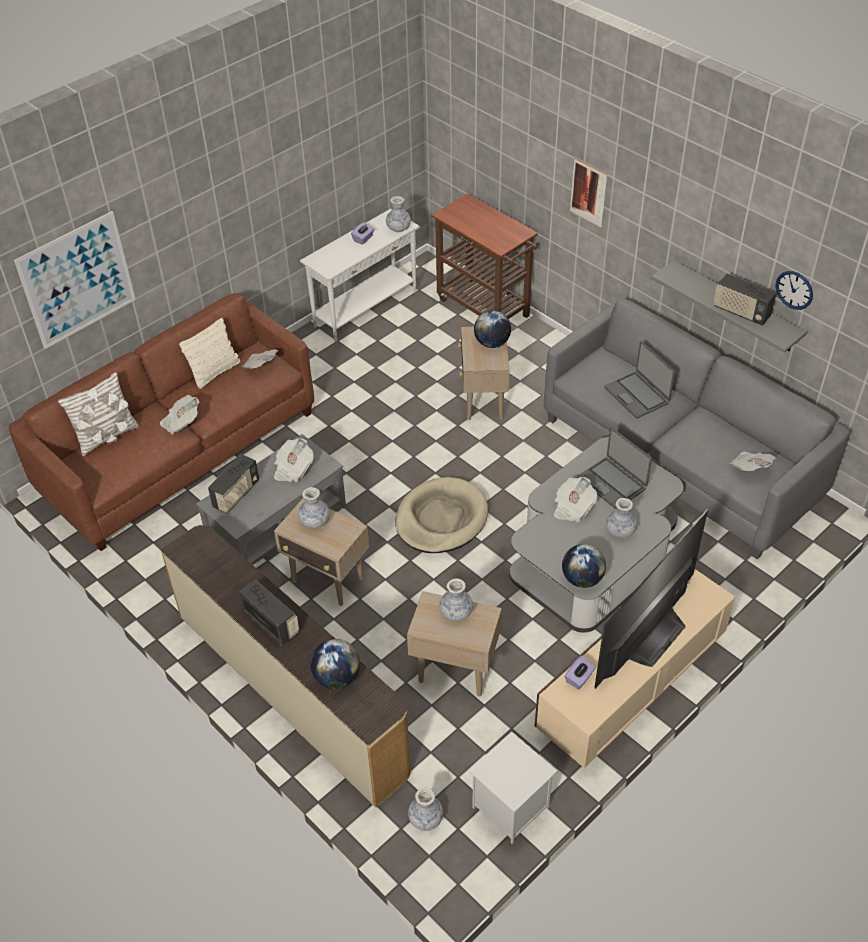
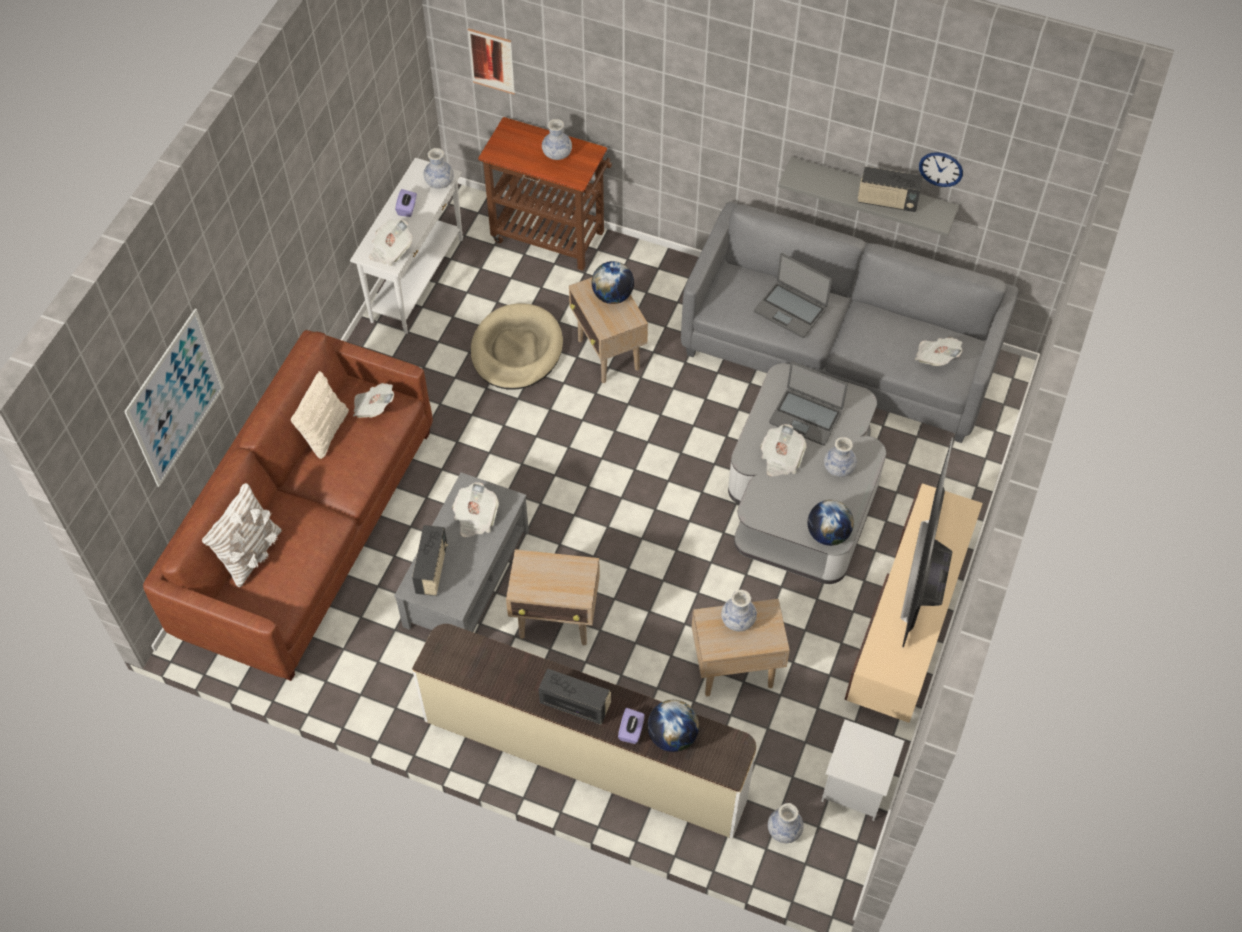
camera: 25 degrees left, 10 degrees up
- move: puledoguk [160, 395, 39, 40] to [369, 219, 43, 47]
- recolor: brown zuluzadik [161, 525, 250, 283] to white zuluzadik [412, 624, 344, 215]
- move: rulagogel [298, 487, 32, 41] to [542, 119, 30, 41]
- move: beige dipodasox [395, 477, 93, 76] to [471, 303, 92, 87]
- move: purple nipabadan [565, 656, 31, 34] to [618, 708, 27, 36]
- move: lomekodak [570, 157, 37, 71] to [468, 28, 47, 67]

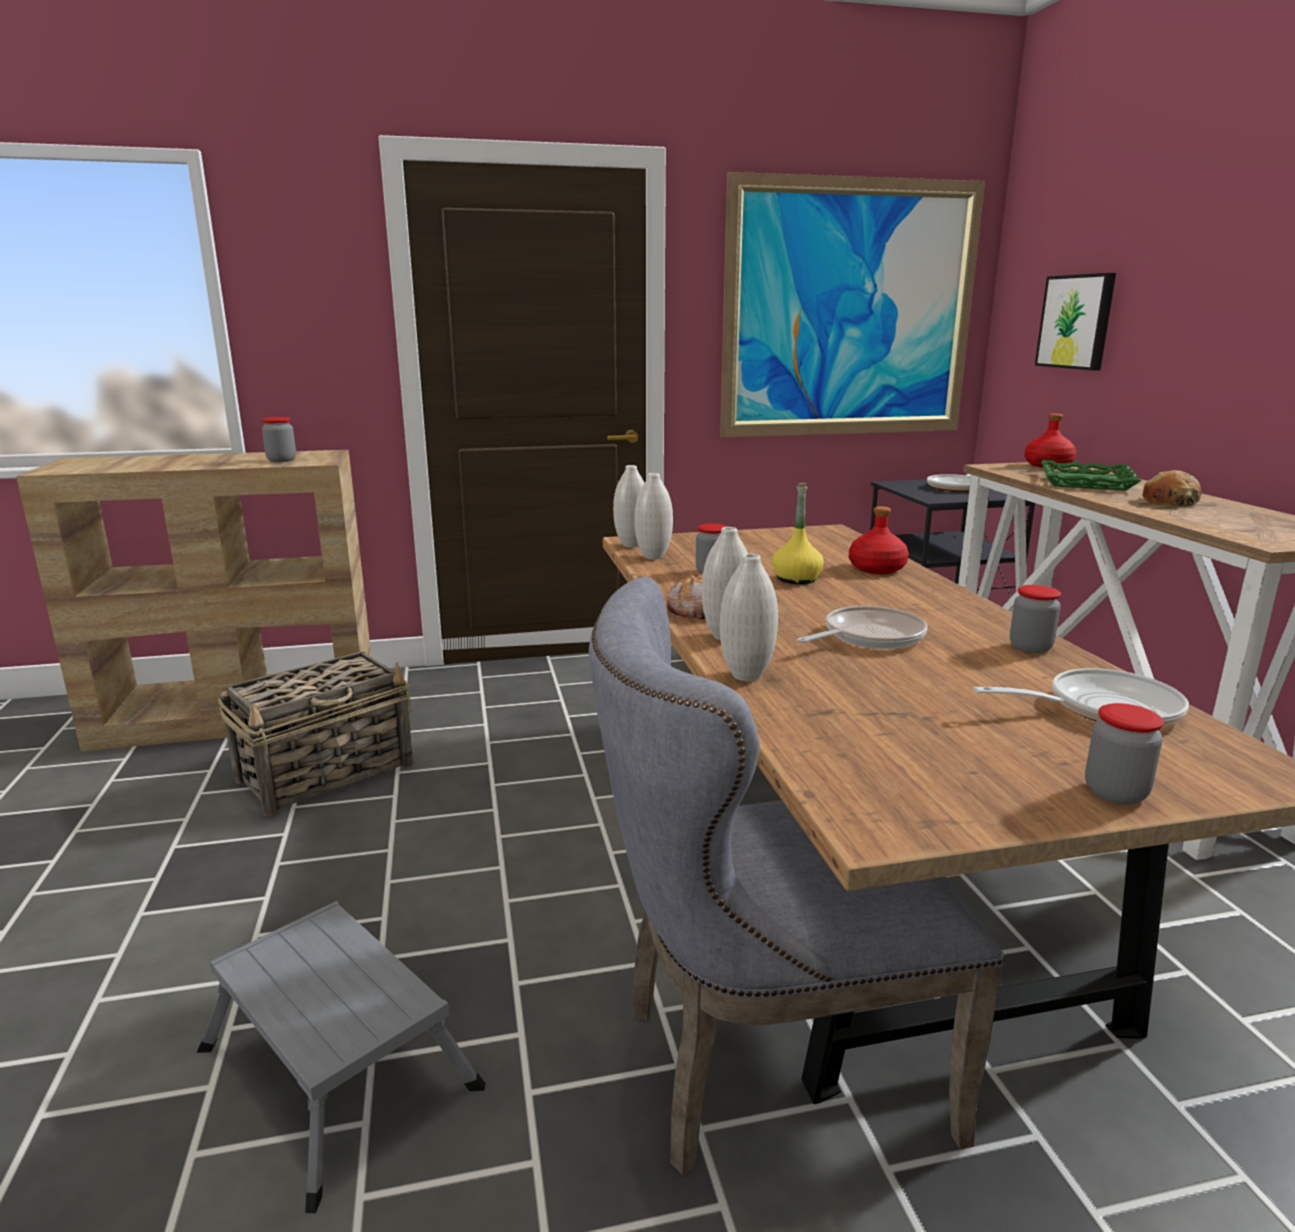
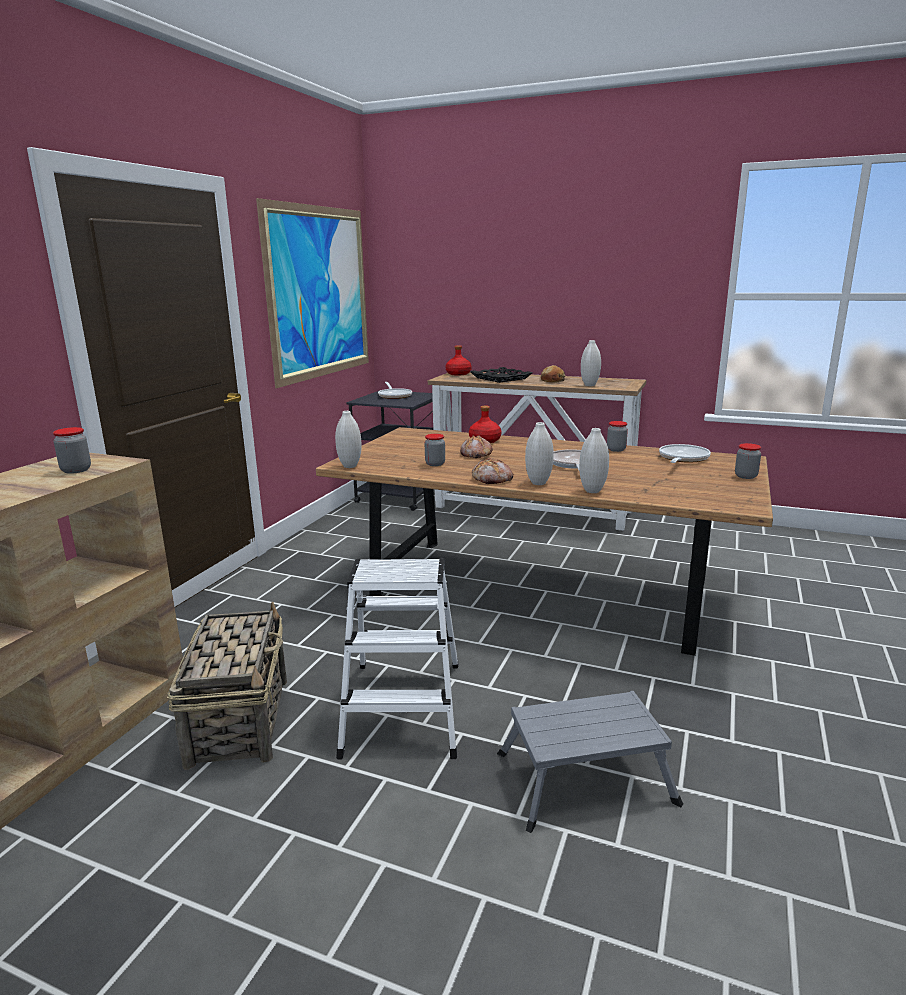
camera: 55 degrees left, 0 degrees up
- delete: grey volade [589, 577, 416, 599]
- move: white rulagogel [635, 473, 38, 86] to [581, 340, 20, 46]
- replace: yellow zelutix [772, 483, 52, 101] to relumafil [460, 435, 32, 23]
- delete: lomekodak [1035, 273, 81, 97]
- recolor: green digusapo [1041, 460, 101, 31] to black digusapo [470, 367, 62, 16]
- insert: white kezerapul [336, 558, 123, 201]

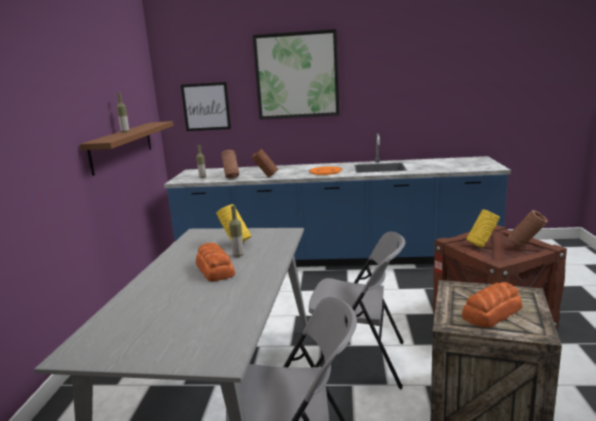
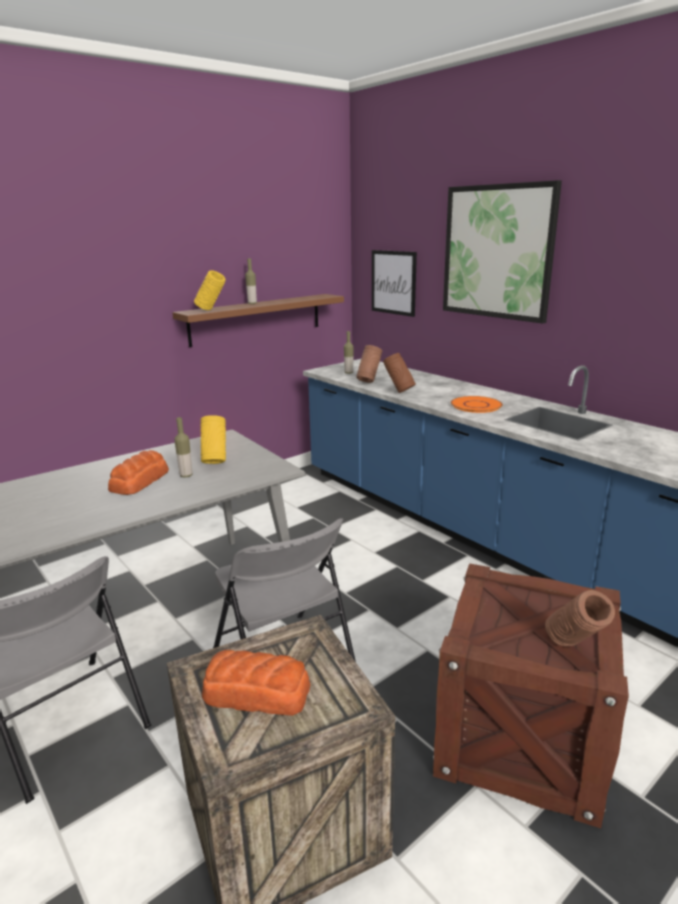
camera: 45 degrees right, 5 degrees up
- move: yellow rulagogel [466, 209, 34, 39] to [194, 270, 32, 40]

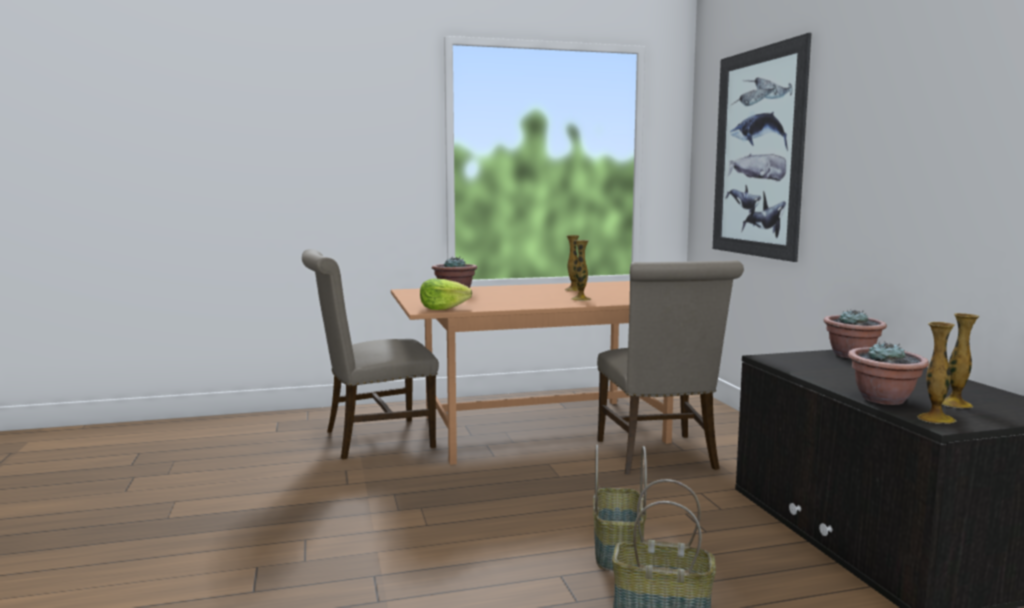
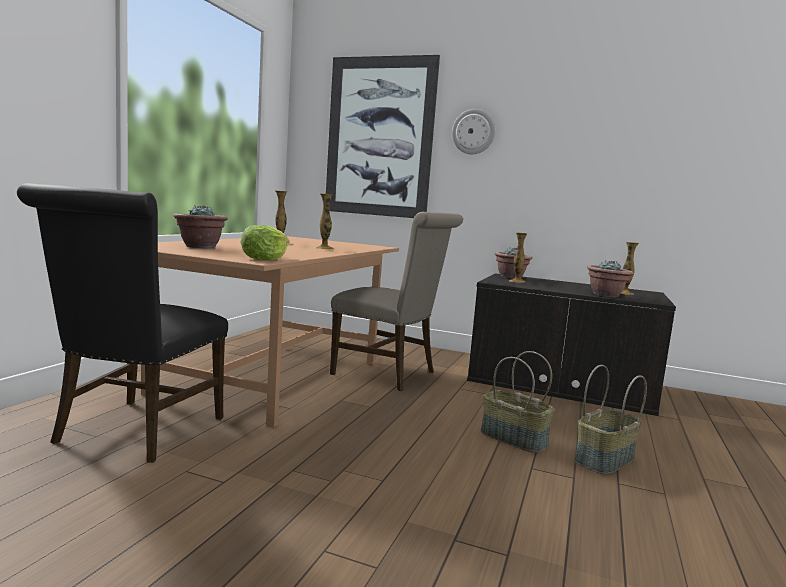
camera: 55 degrees left, 0 degrees up
- recolor: beige volade [302, 249, 137, 210] to black volade [17, 183, 211, 280]
- move: rulagogel [917, 322, 39, 102] to [509, 232, 19, 51]
- insert: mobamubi [452, 109, 43, 45]

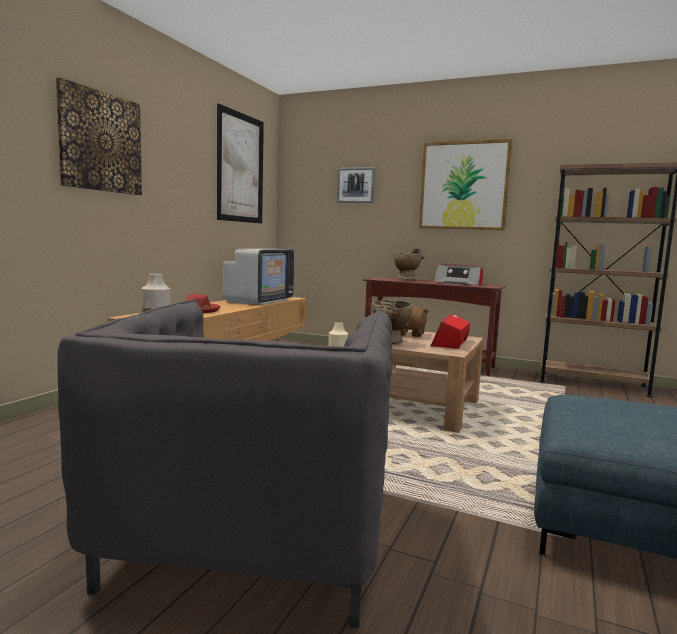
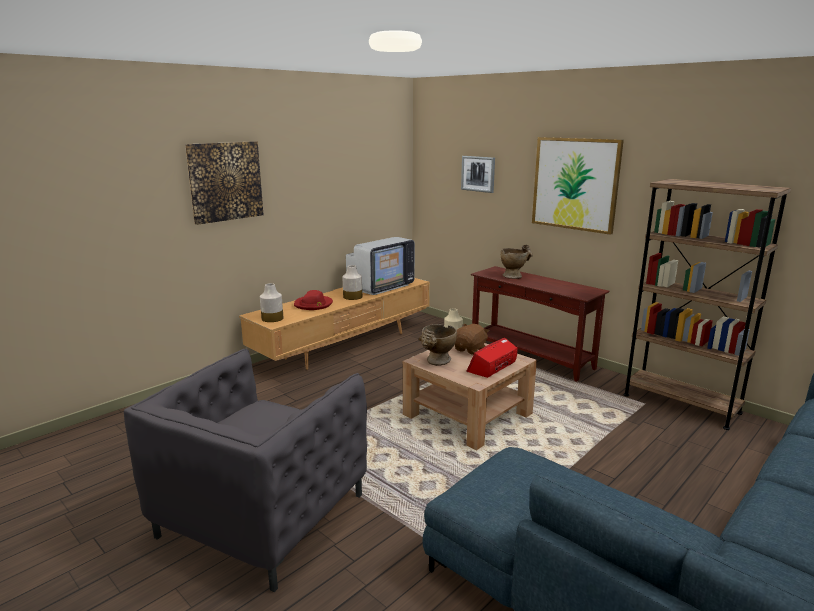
camera: 20 degrees right, 10 degrees up
- delete: lomekodak [217, 103, 47, 120]
- delete: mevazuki [434, 264, 49, 21]
- insert: beige rulagogel [342, 265, 20, 35]

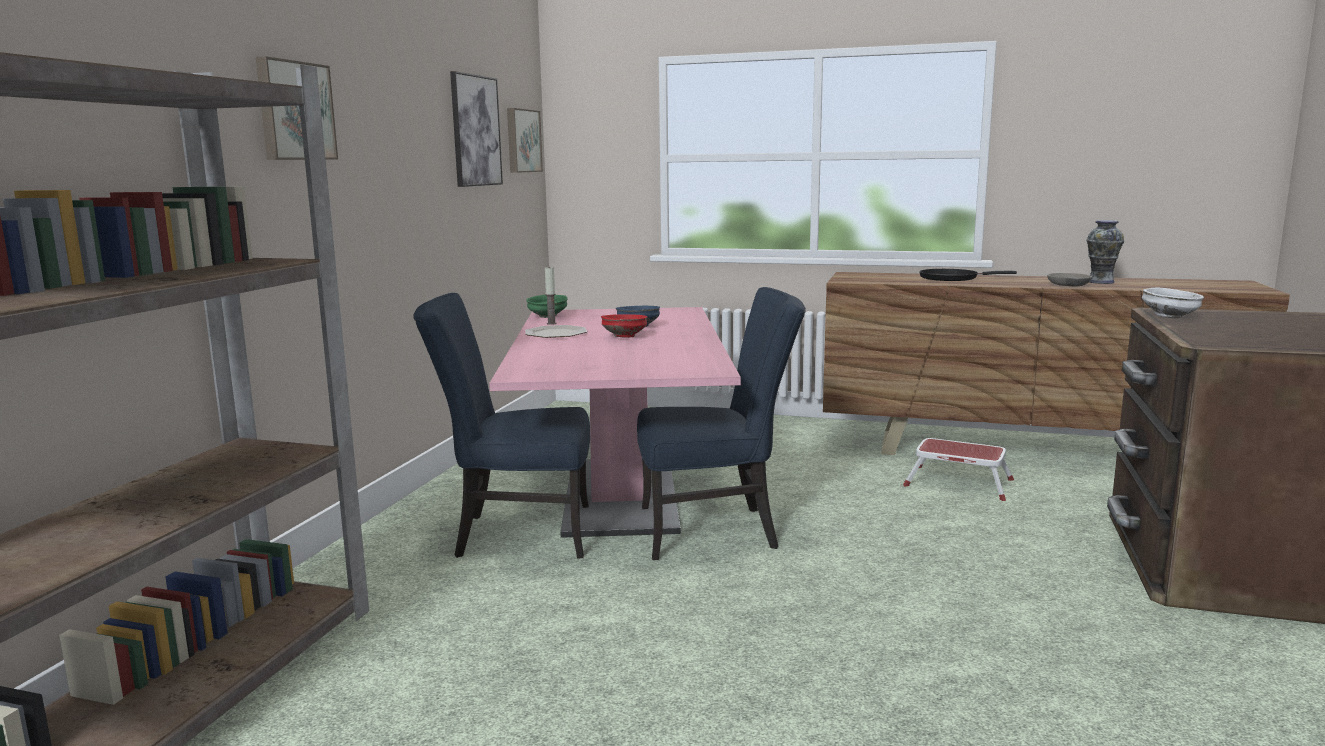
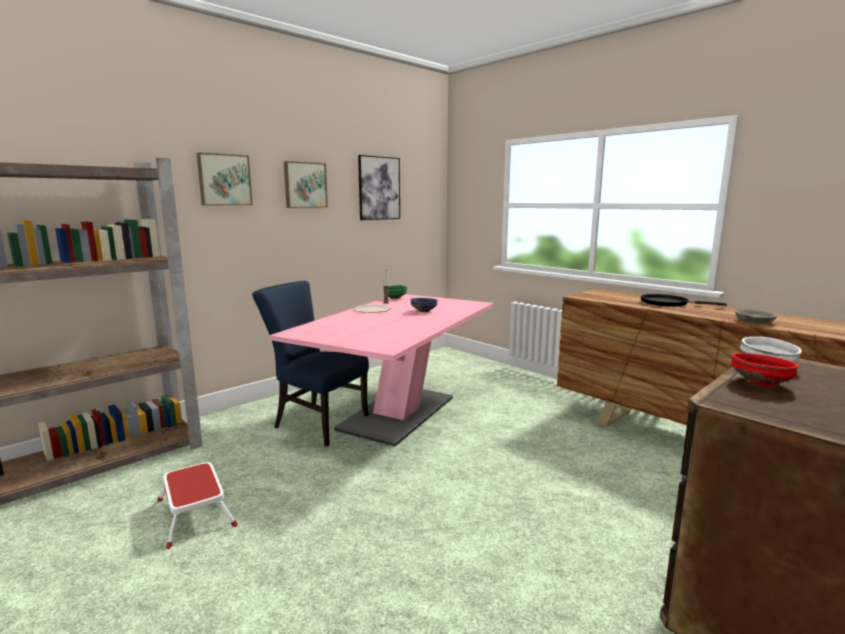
camera: 30 degrees right, 0 degrees up
- move: lomekodak [507, 108, 36, 65] to [284, 161, 44, 47]
- move: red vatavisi [601, 314, 46, 24] to [731, 353, 68, 34]
- delete: blue volade [637, 287, 169, 273]
- move: red kezerapul [903, 438, 111, 63] to [157, 462, 81, 87]
- delete: rulagogel [1086, 220, 38, 64]

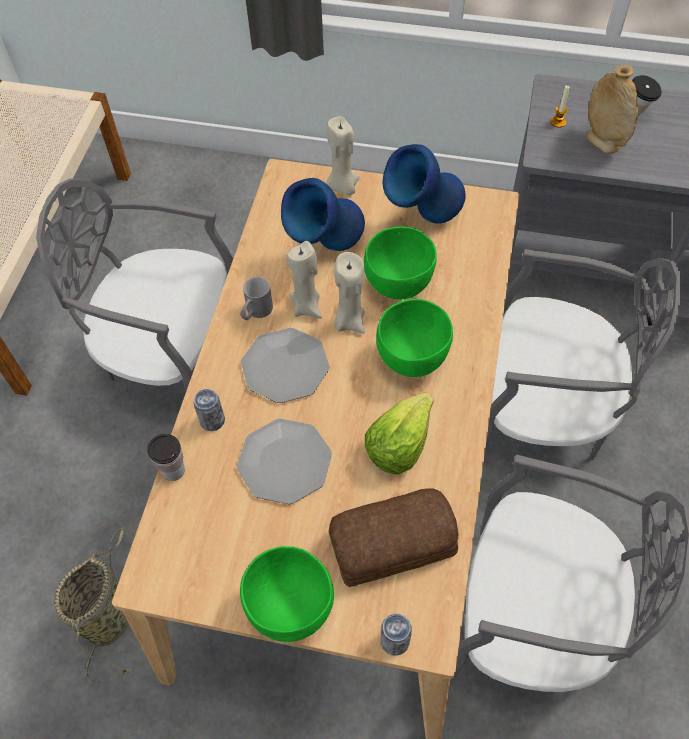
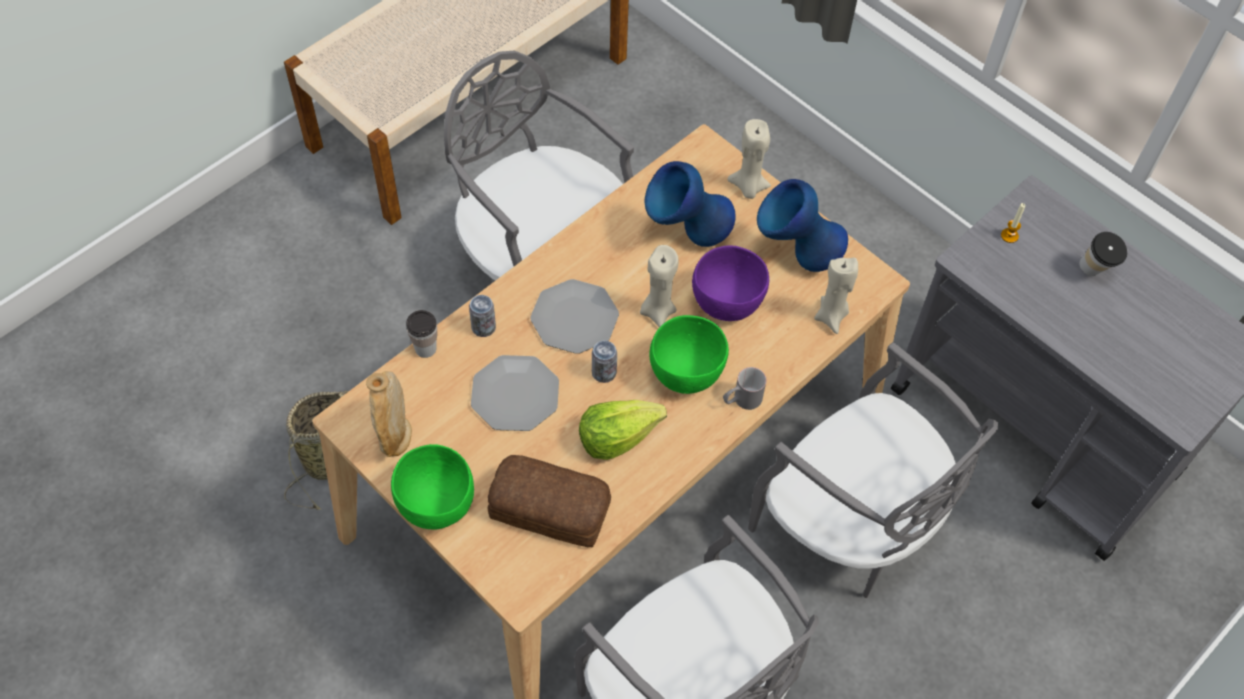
camera: 30 degrees right, 0 degrees up
- move: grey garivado [240, 277, 33, 43] to [723, 367, 43, 43]
- move: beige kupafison [287, 241, 35, 78] to [814, 258, 44, 76]
- recolor: green vatavisi [364, 226, 73, 74] to purple vatavisi [692, 245, 77, 76]
- move: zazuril [380, 613, 32, 43] to [592, 340, 25, 43]
- move: beige rulagogel [587, 65, 51, 89] to [366, 371, 46, 86]

